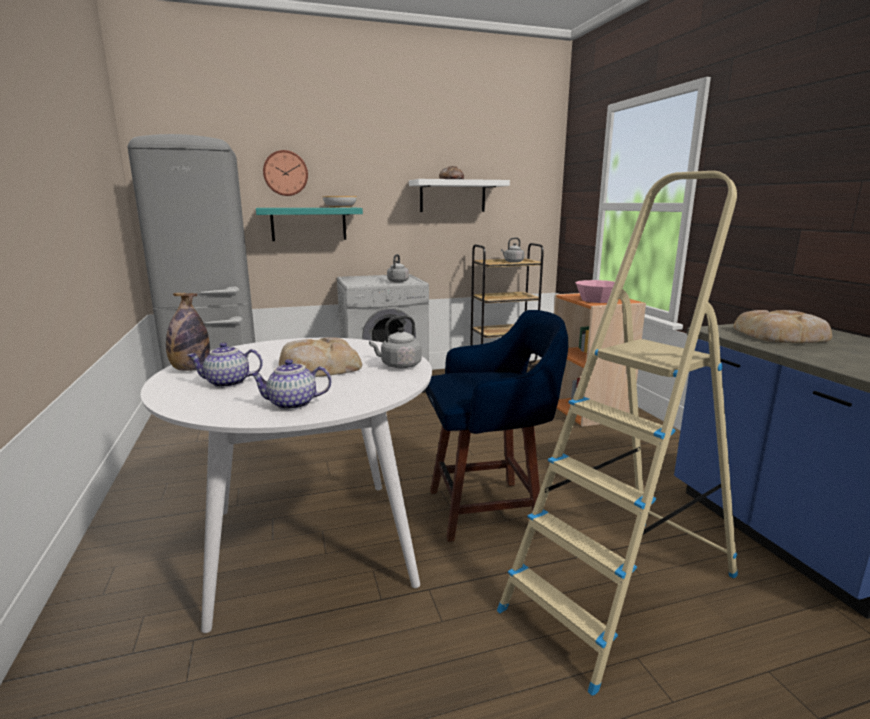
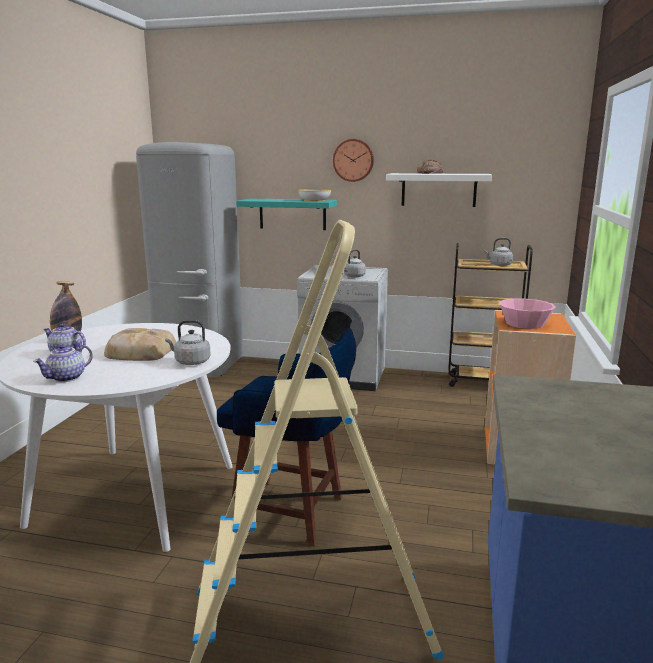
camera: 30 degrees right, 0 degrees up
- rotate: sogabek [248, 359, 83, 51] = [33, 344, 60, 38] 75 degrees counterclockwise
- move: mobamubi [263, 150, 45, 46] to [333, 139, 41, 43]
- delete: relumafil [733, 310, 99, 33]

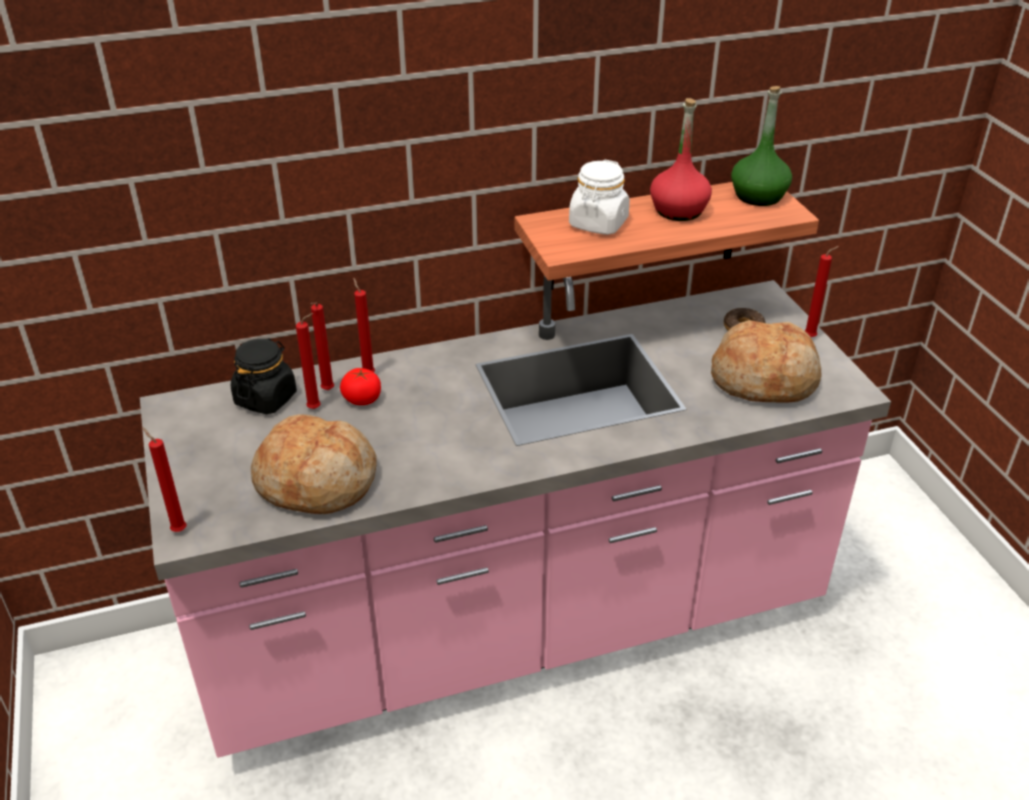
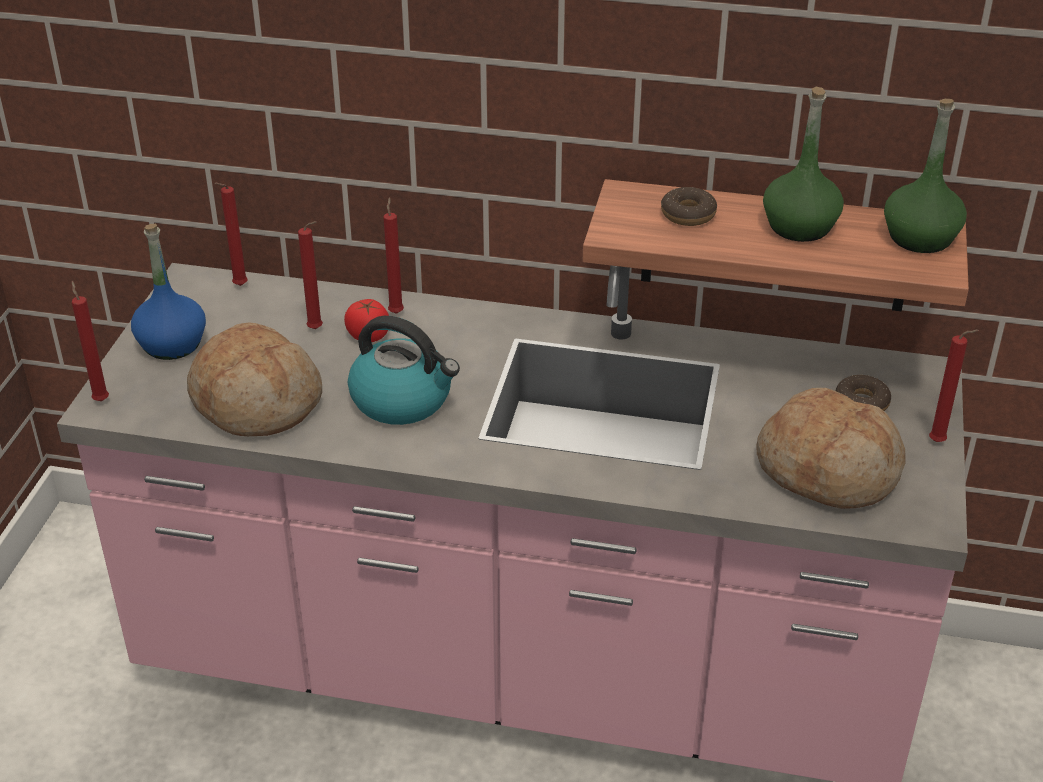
camera: 30 degrees right, 0 degrees up
- delete: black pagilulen [231, 338, 66, 76]
- move: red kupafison [311, 303, 23, 87] to [215, 183, 33, 103]
- replace: white pagilulen [569, 159, 61, 76] to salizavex [661, 187, 56, 39]
- recolor: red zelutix [650, 98, 62, 123] to green zelutix [763, 87, 81, 155]
- insert: blue zelutix [131, 224, 75, 136]
- insert: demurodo [348, 316, 112, 109]

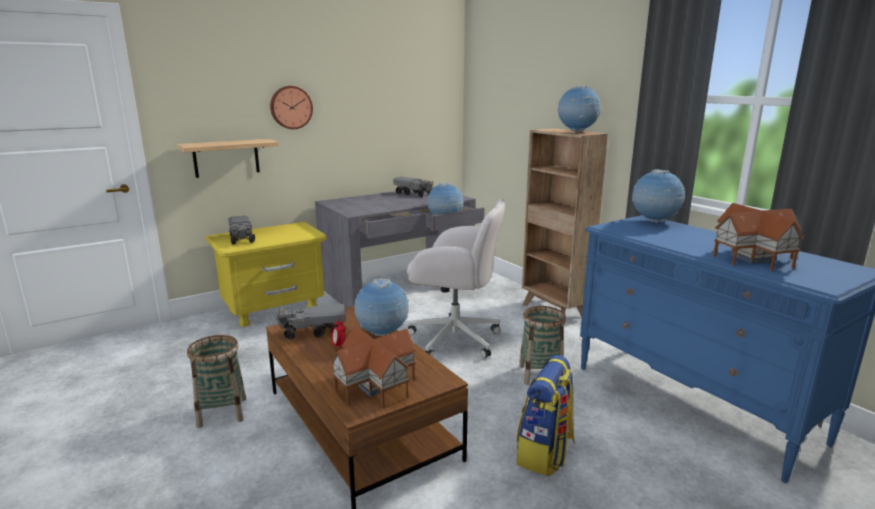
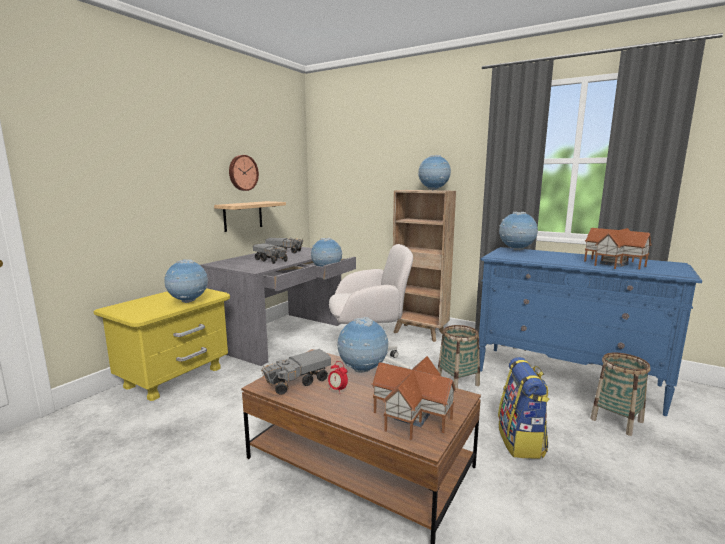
camera: 25 degrees left, 5 degrees down
- move: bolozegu [177, 139, 102, 39] to [214, 201, 72, 31]
- move: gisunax [187, 335, 59, 93] to [591, 353, 60, 83]
- move: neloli [228, 216, 27, 29] to [253, 243, 35, 21]
- move: mobamubi [270, 86, 43, 43] to [229, 155, 30, 36]
- insert: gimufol [164, 259, 44, 44]

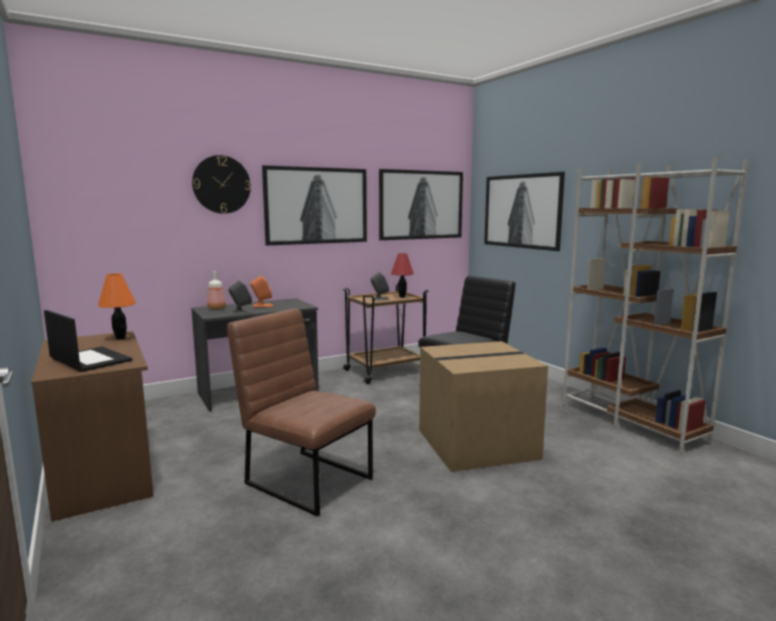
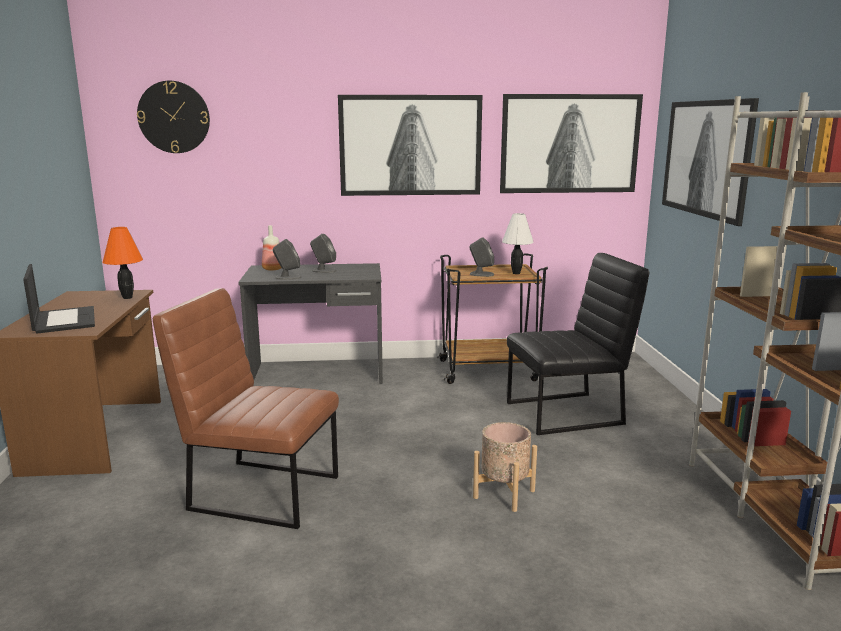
camera: 25 degrees right, 5 degrees up
- move: mobamubi [192, 155, 59, 59] to [137, 81, 73, 72]
- rotate: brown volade [227, 309, 149, 208] = [153, 288, 186, 241] 45 degrees counterclockwise
- recolor: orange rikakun [250, 276, 23, 31] to grey rikakun [310, 234, 27, 39]
- recolor: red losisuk [391, 253, 23, 44] to white losisuk [502, 213, 31, 61]
- replace: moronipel [419, 341, 129, 131] to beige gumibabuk [473, 422, 64, 90]

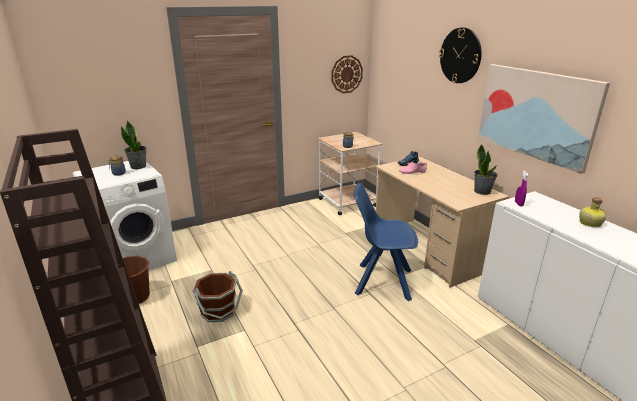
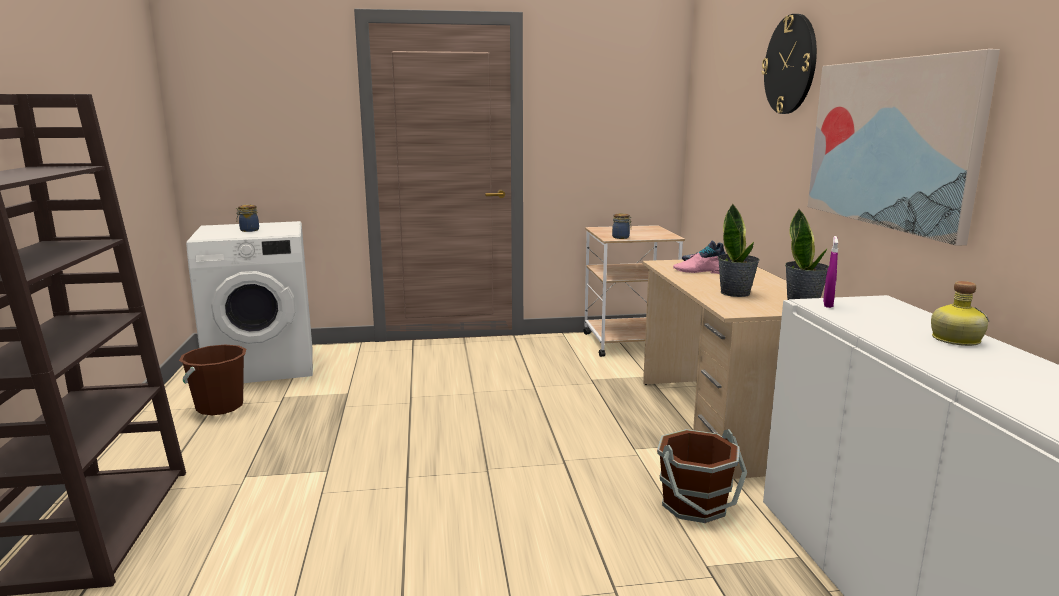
camera: 20 degrees right, 10 degrees down
- move: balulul [121, 120, 25, 49] to [718, 203, 42, 94]
- move: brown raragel [192, 271, 51, 51] to [657, 429, 90, 94]
- delete: mobamubi [331, 55, 32, 38]
- delete: blue volade [354, 183, 64, 118]

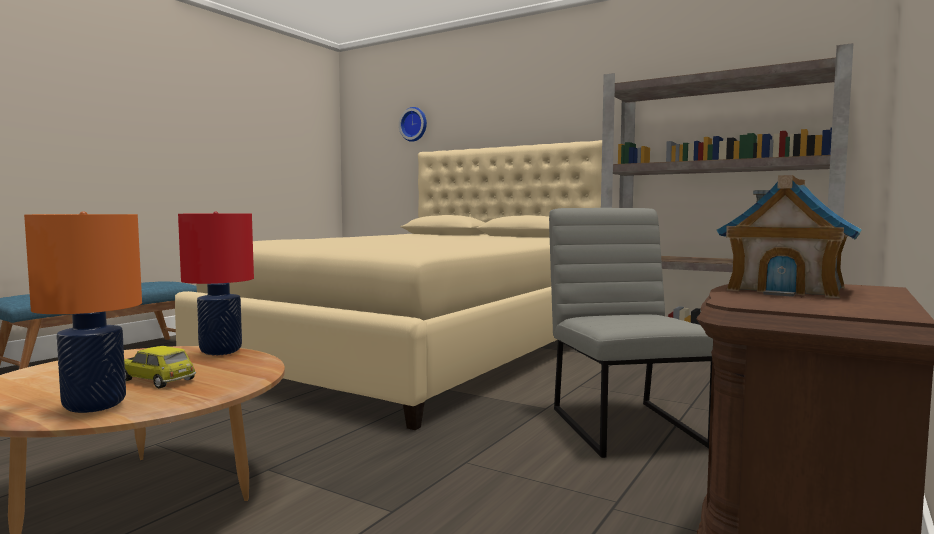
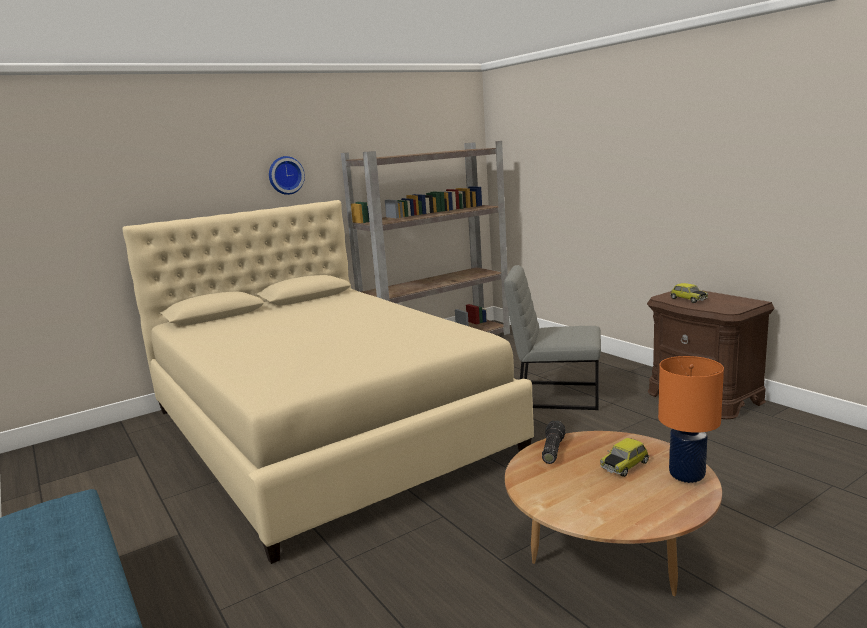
camera: 65 degrees left, 10 degrees up
- replace: red losisuk [178, 212, 76, 143] to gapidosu [542, 421, 24, 43]
- move: mobamubi [399, 107, 28, 35] to [269, 156, 36, 39]
- replace: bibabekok [717, 175, 145, 123] to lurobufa [670, 283, 38, 20]

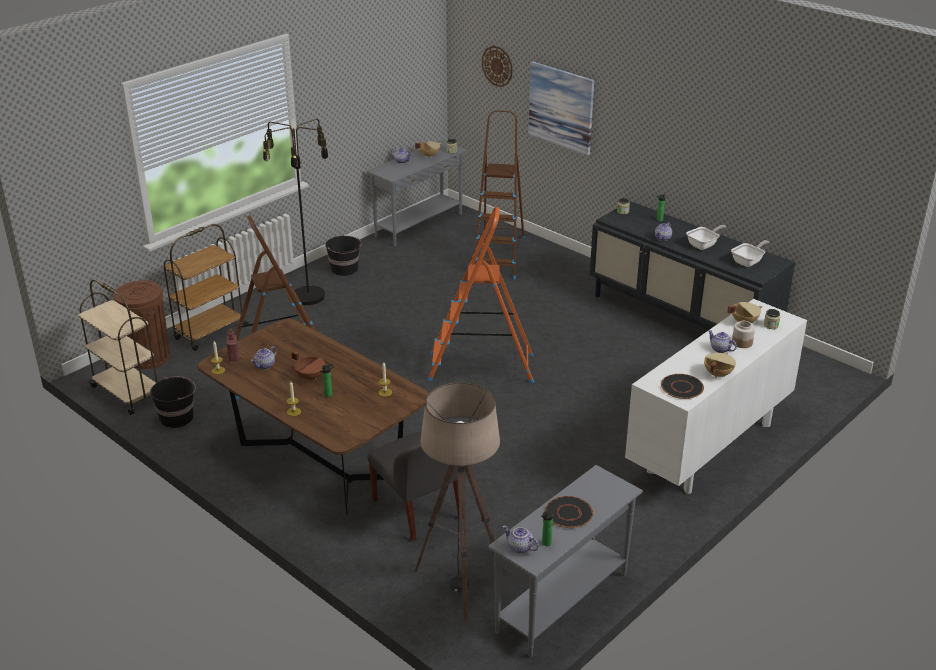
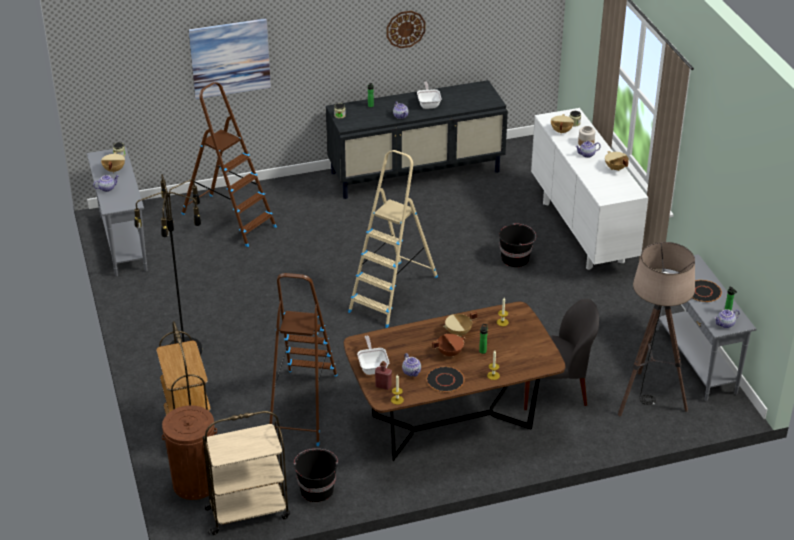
camera: 60 degrees left, 5 degrees up
- move: black raragel [325, 236, 37, 40] to [499, 223, 37, 44]
- recolor: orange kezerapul [428, 207, 106, 176] to beige kezerapul [348, 150, 90, 178]
- move: mobamubi [482, 45, 31, 42] to [387, 11, 38, 37]
- move: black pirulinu [661, 374, 43, 25] to [426, 366, 39, 26]
- move: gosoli [731, 240, 38, 27] to [357, 336, 32, 39]
- insert: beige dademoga [443, 312, 34, 25]

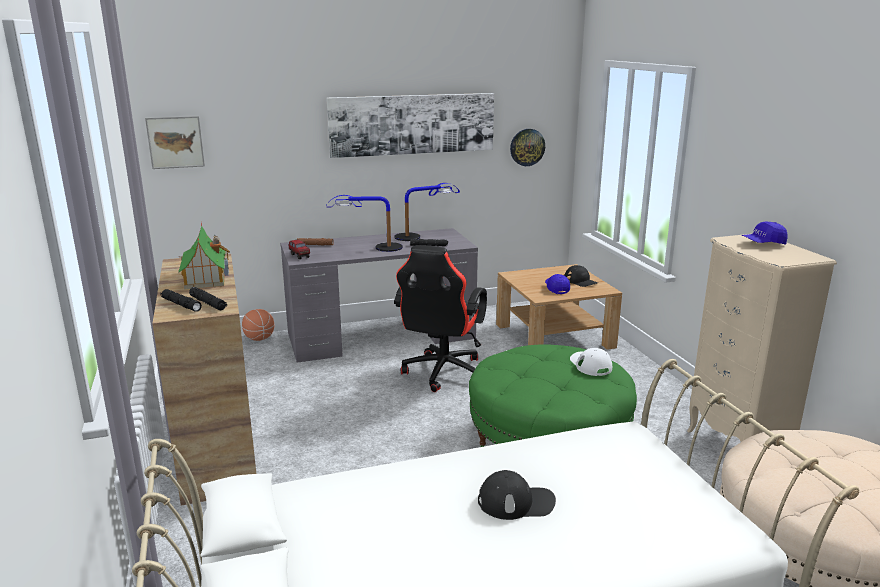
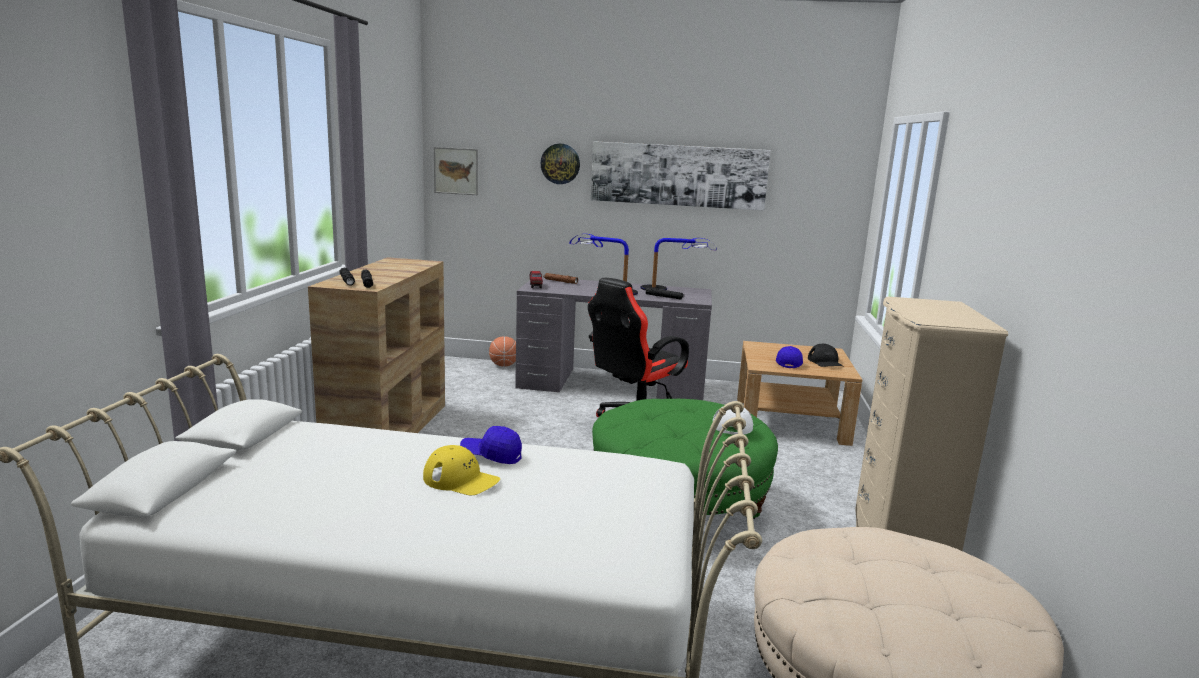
camera: 25 degrees right, 5 degrees down
- delete: bibabekok [178, 223, 52, 66]
- recolor: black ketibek [478, 470, 78, 50] to yellow ketibek [423, 445, 77, 50]
- move: mobamubi [510, 129, 35, 37] to [541, 144, 39, 40]
- move: blue ketibek [741, 222, 46, 23] to [460, 426, 62, 38]

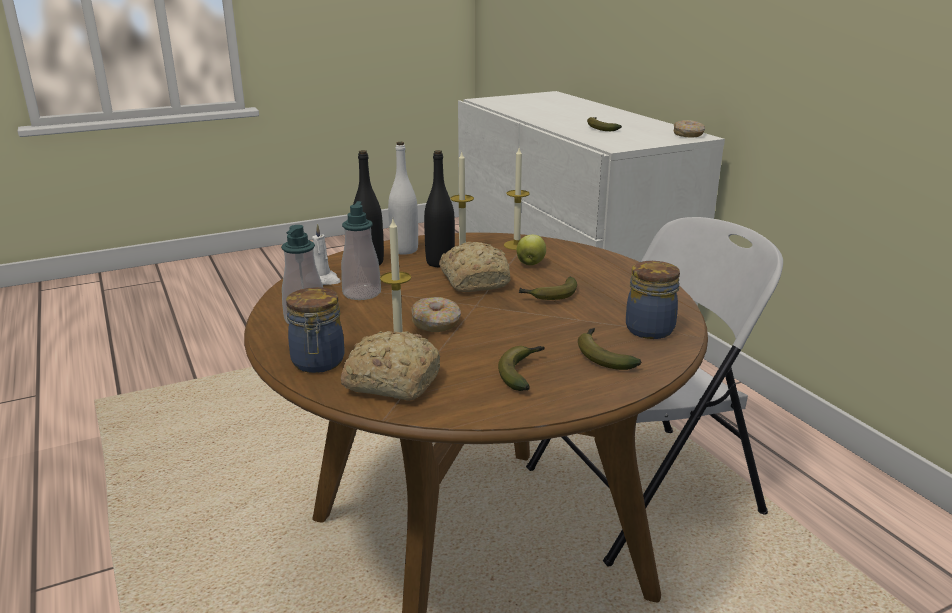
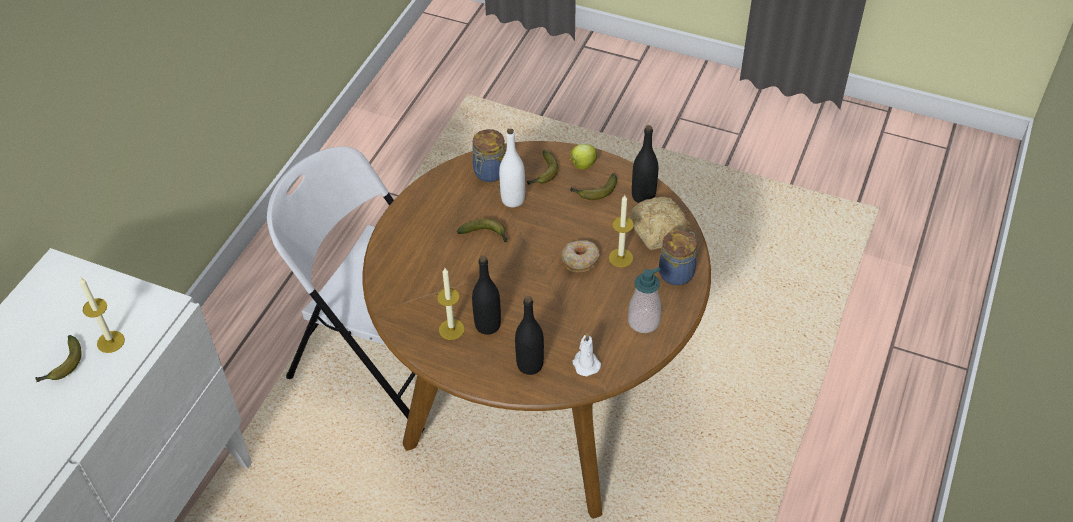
camera: 130 degrees left, 25 degrees up
- delete: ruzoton [341, 201, 40, 99]
- move: white zelutix [388, 142, 30, 113] to [499, 129, 26, 78]
- delete: relumafil [439, 242, 72, 50]
- move: kupafison [504, 148, 26, 102] to [80, 278, 45, 75]
- move: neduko [516, 235, 30, 30] to [569, 144, 28, 25]
- delete: salizavex [674, 120, 31, 17]
- insert: black zelutix [632, 125, 26, 78]

